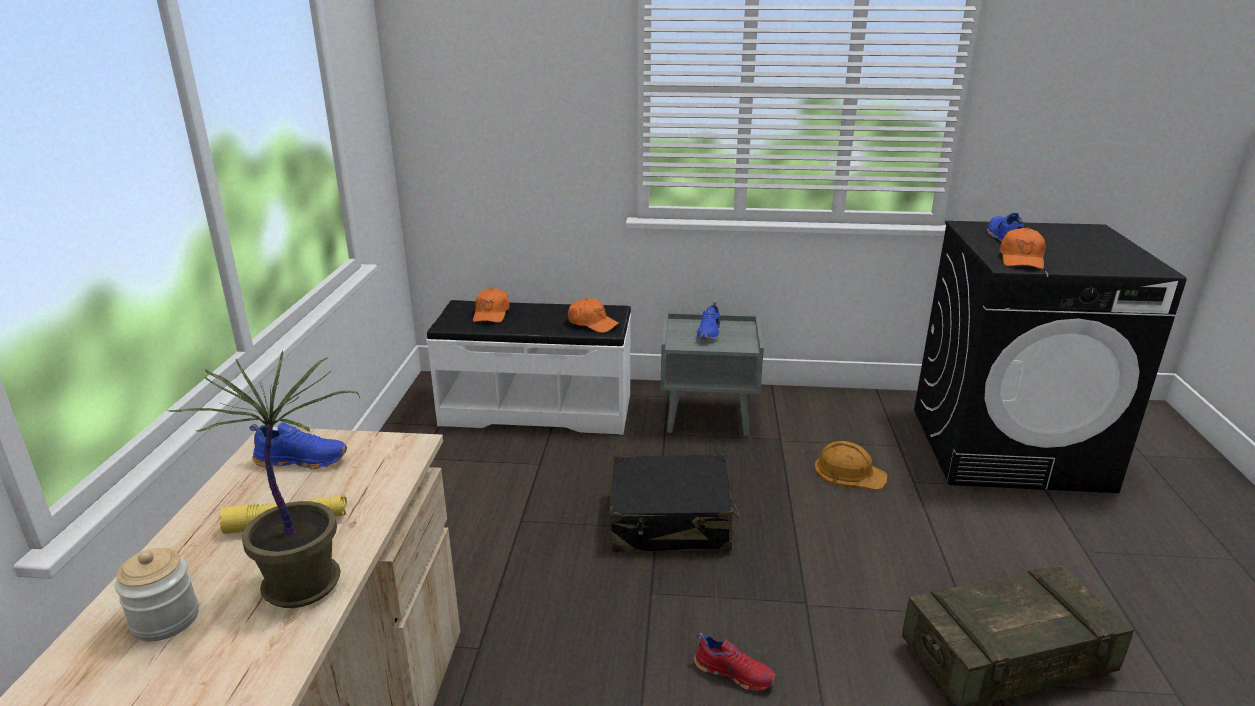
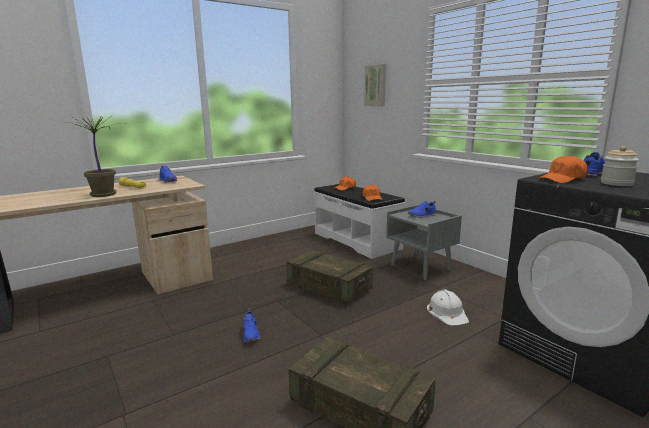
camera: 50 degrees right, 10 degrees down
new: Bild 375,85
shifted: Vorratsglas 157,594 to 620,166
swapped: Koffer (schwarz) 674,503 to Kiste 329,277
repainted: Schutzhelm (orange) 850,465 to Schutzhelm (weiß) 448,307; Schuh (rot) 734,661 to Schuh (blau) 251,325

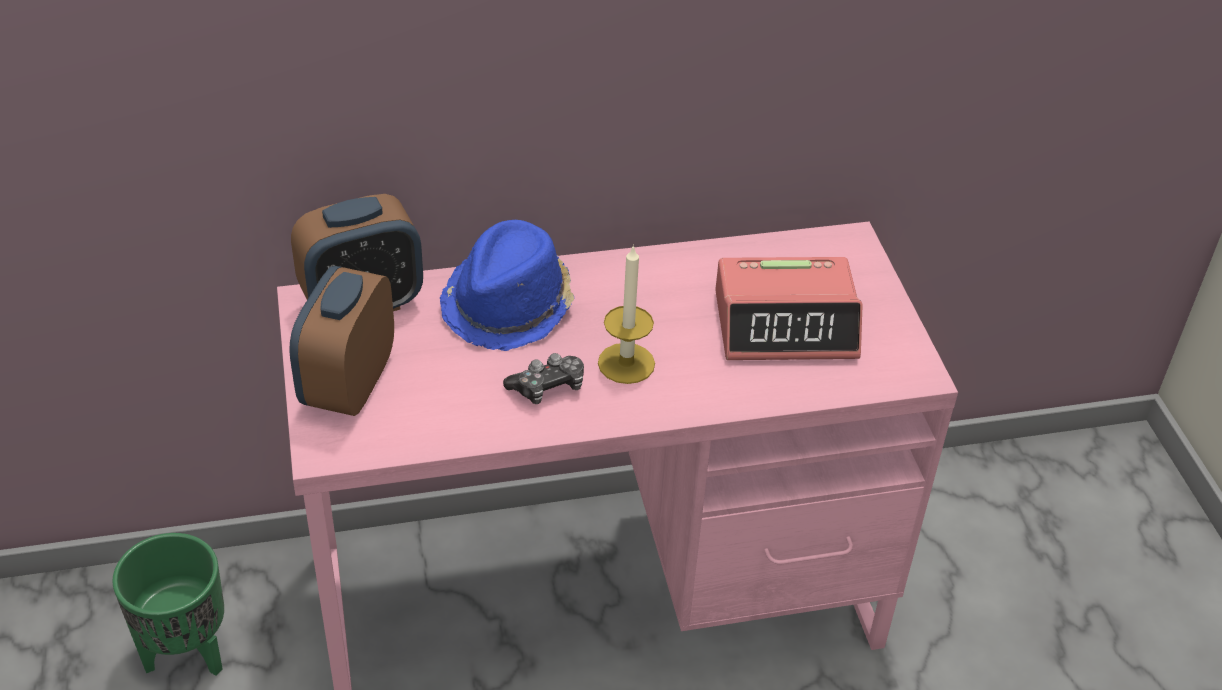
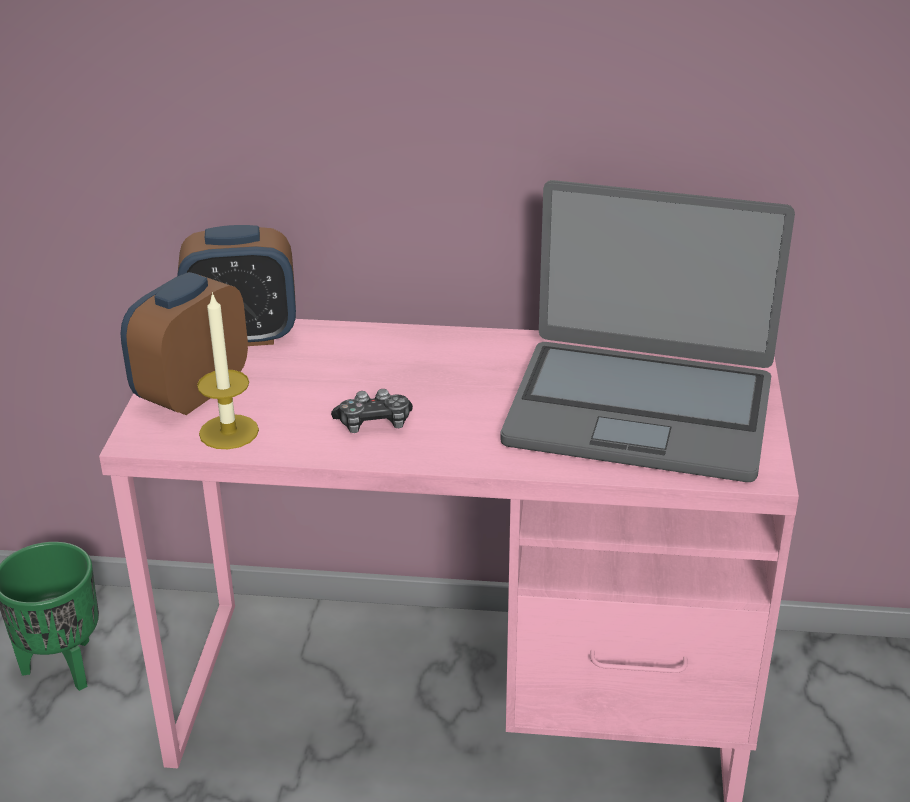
camera: 20 degrees right, 10 degrees down
gone: Hut (blau) 507,285
shifted: Kerze 626,314 to 228,370
swapped: Wecker 789,308 to Laptop 648,331

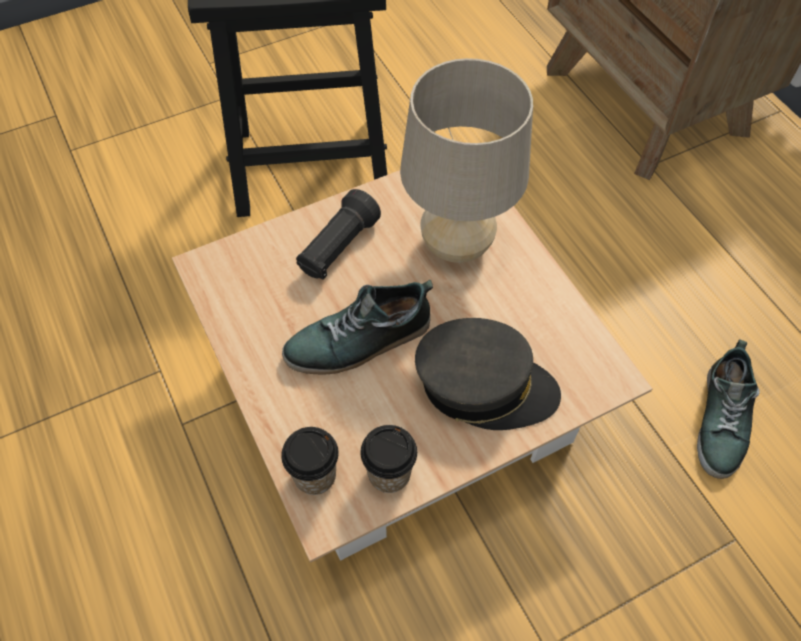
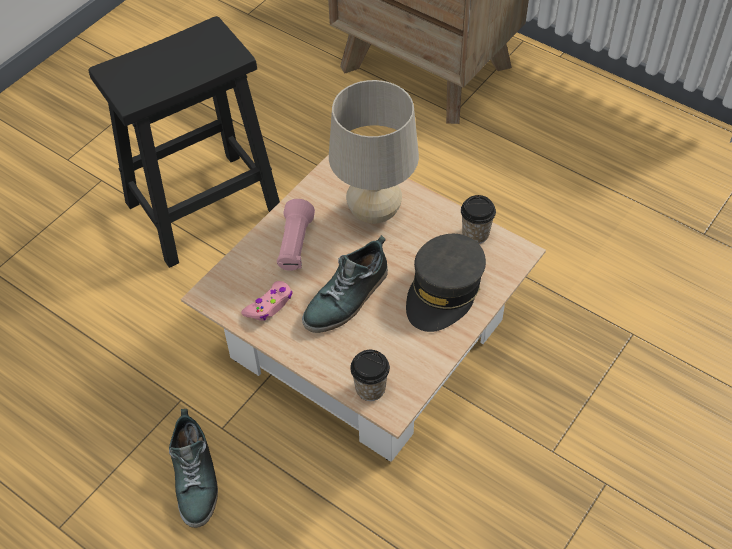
camera: 25 degrees left, 5 degrees down
new: Gamepad (rosa) 267,301
shifted: Schuh 728,409 to 193,468; Tasse 388,459 to 478,219
repainted: Taschenlampe (schwarz) 338,234 to Taschenlampe (rosa) 296,235
rotated: Kappe (grau) 488,374 = 446,283 135 degrees clockwise

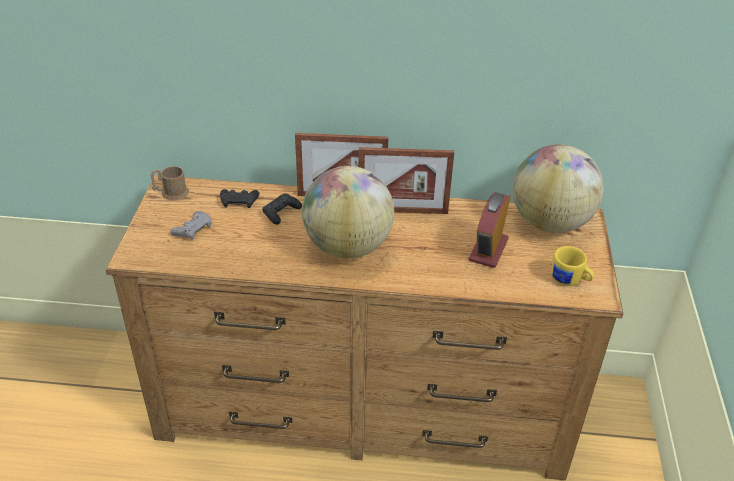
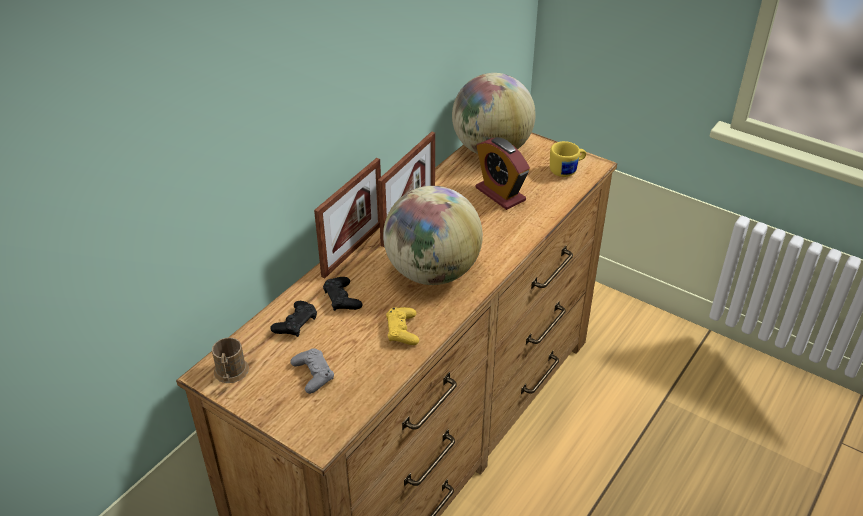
camera: 60 degrees left, 0 degrees up
new: Gamepad (gelb) 402,326

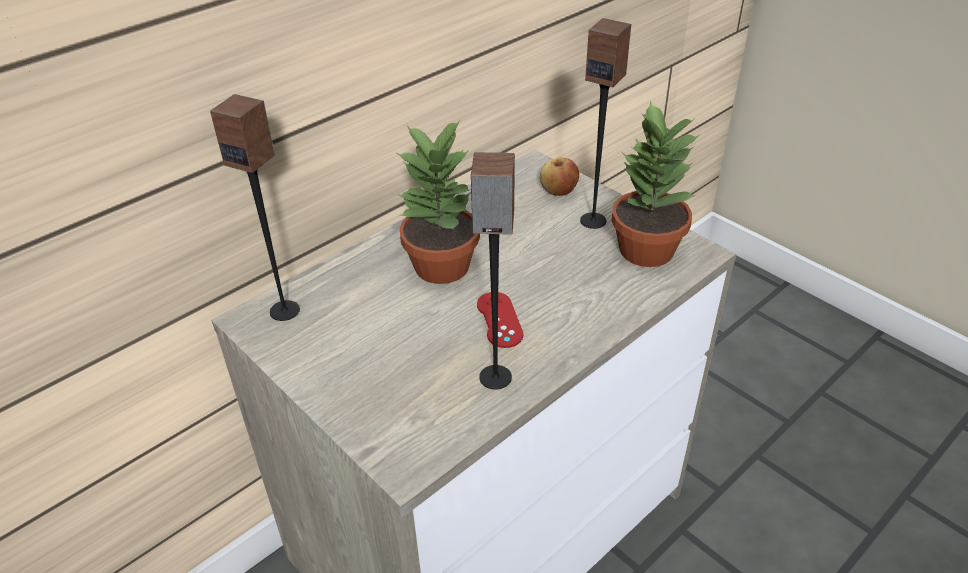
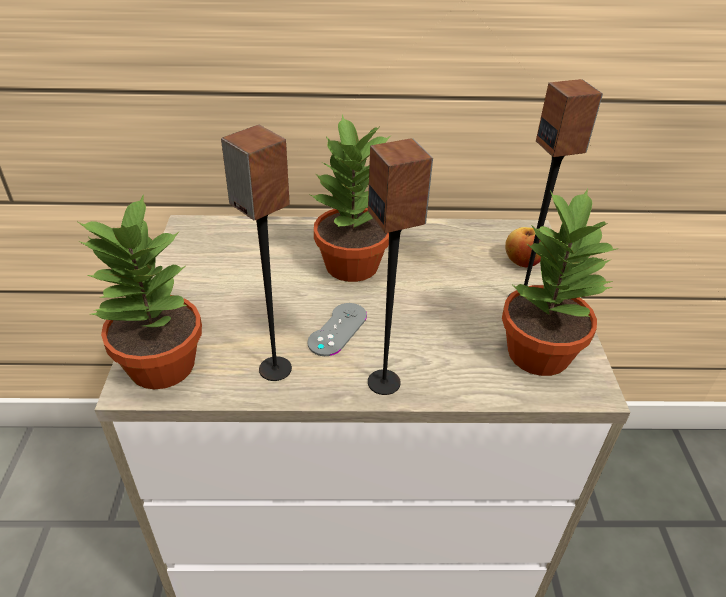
camera: 40 degrees right, 0 degrees up
new: Topfpflanze 140,291
shifted: Lautsprecher 255,207 to 400,267
repainted: Gamepad (rot) 500,320 to Gamepad (grau) 337,329

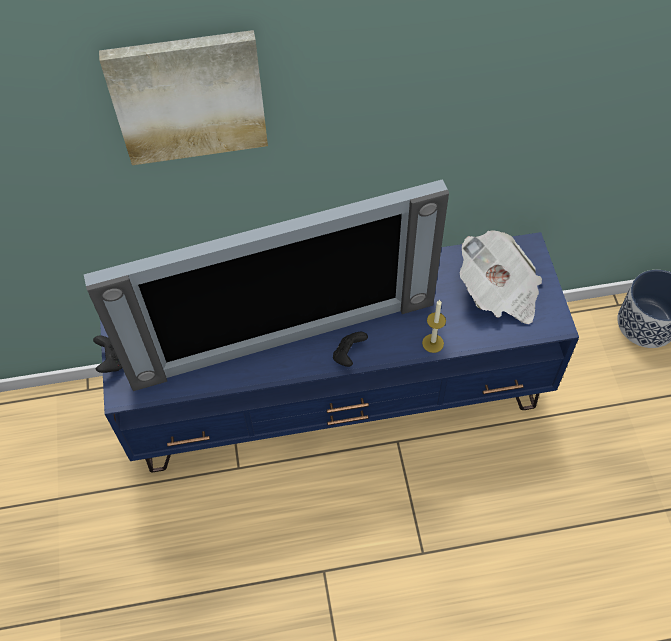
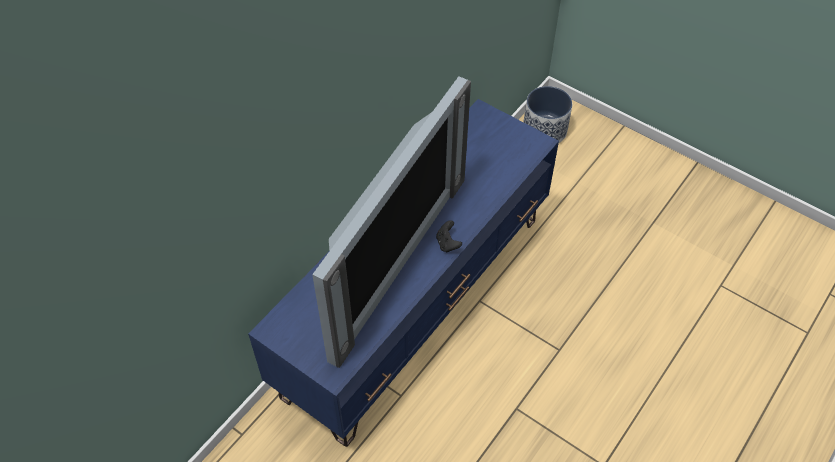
camera: 45 degrees left, 5 degrees down
gone: Bild 183,97; Zeitung 500,277; Kerze 434,326; Gamepad (schwarz) 107,354

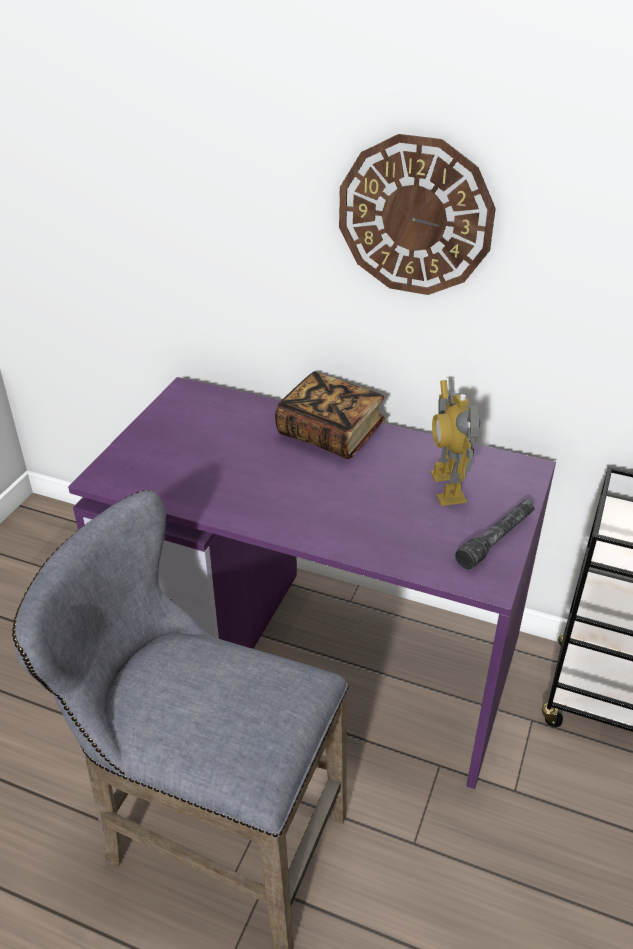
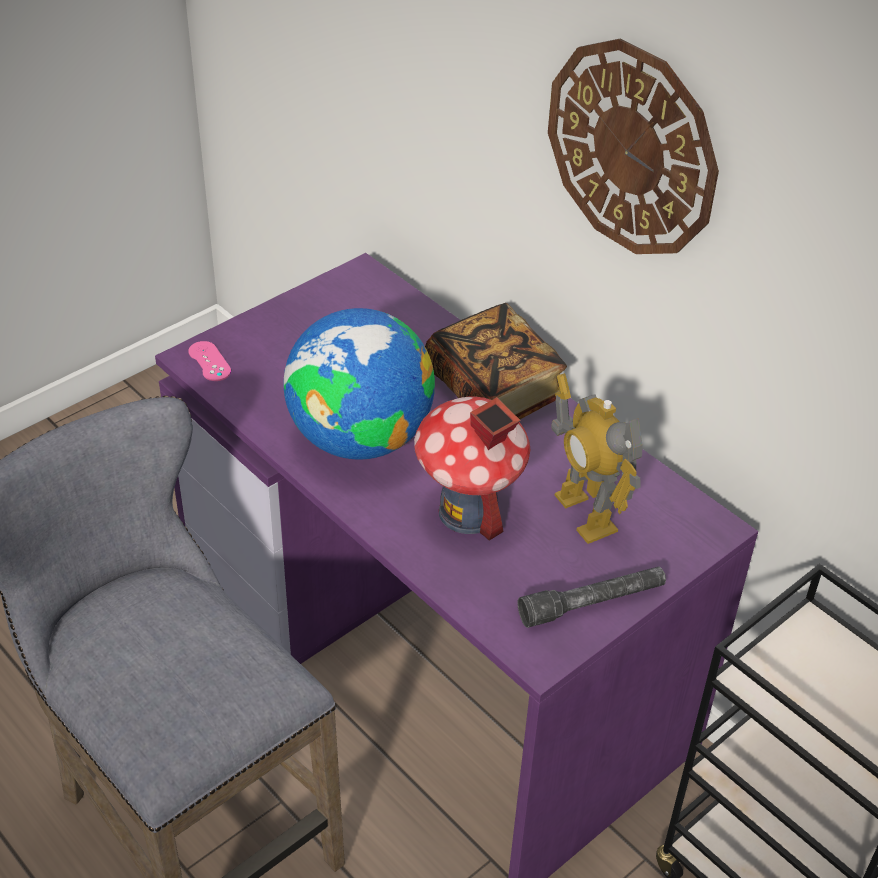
camera: 25 degrees right, 5 degrees up
new: Globus 359,384; Gamepad (rosa) 209,361; Spielzeughaus 472,469
rotated: Spielzeugroboter 455,443 = 597,458 45 degrees counterclockwise

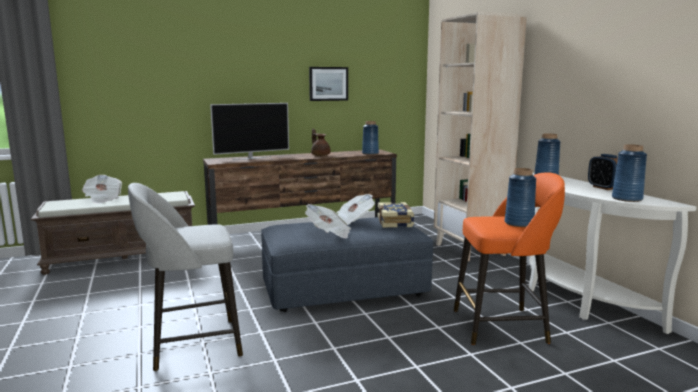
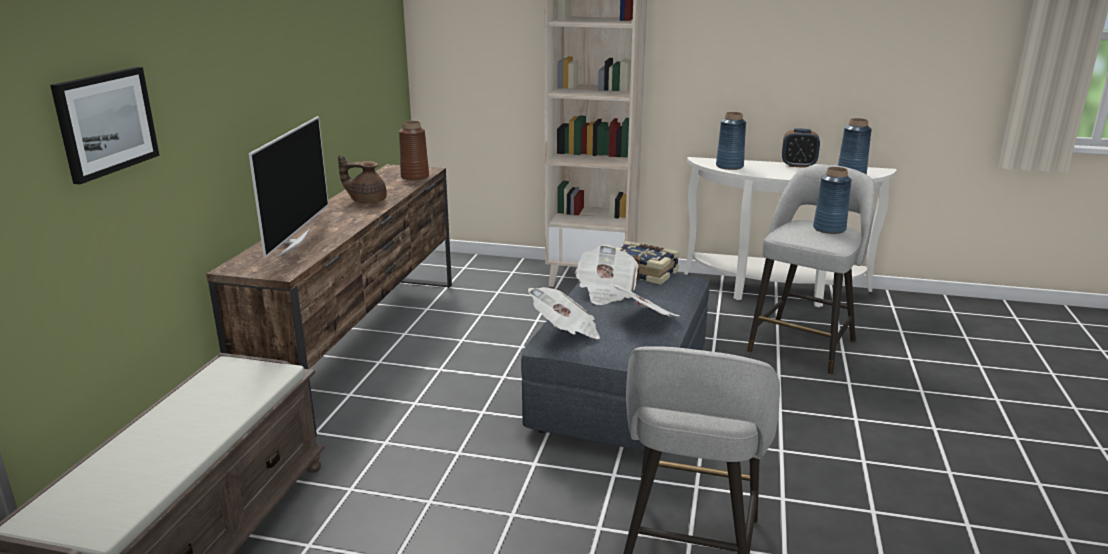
camera: 55 degrees left, 10 degrees up
shifted: Bild 328,84 to 105,125; Zeitung 102,189 to 564,313
repainted: Vase (blau) 370,138 to Vase (braun) 414,151; Hocker (orange) 509,258 to Hocker (grau) 811,270

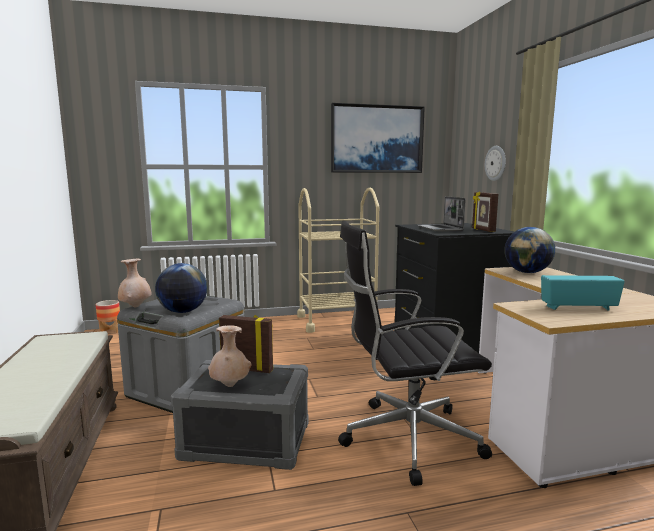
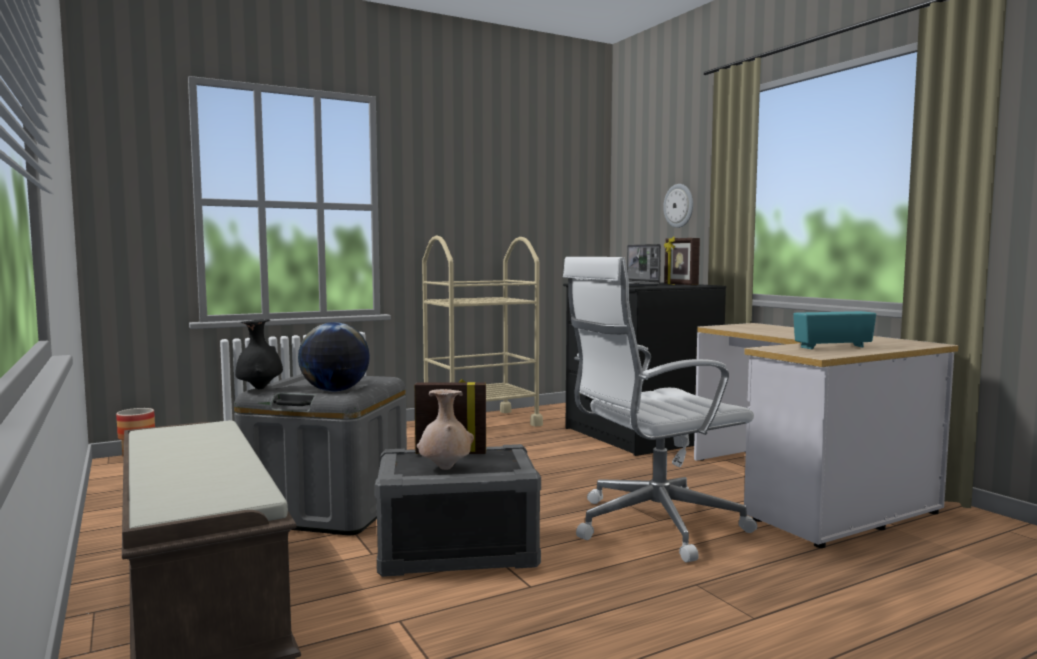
camera: 15 degrees left, 5 degrees down
gone: Bild 378,138; Globus 529,250
repainted: Bürostuhl (schwarz) 415,353 to Bürostuhl (weiß) 660,410; Vase (beige) 135,282 to Vase (schwarz) 259,354

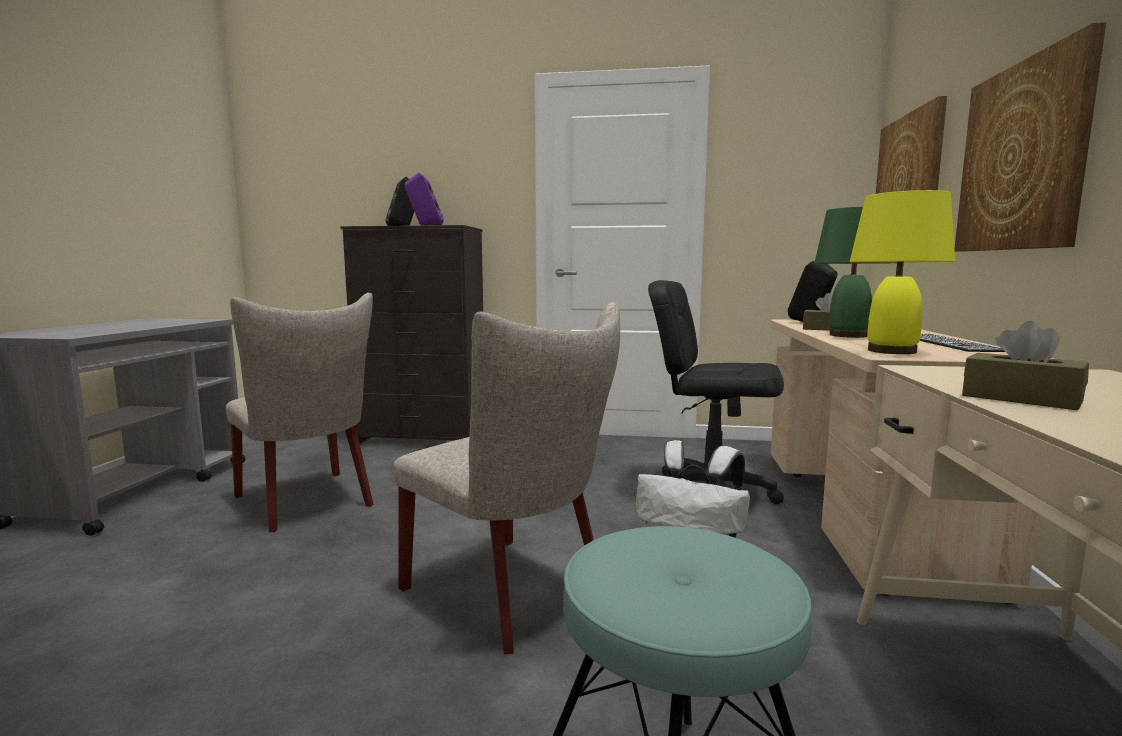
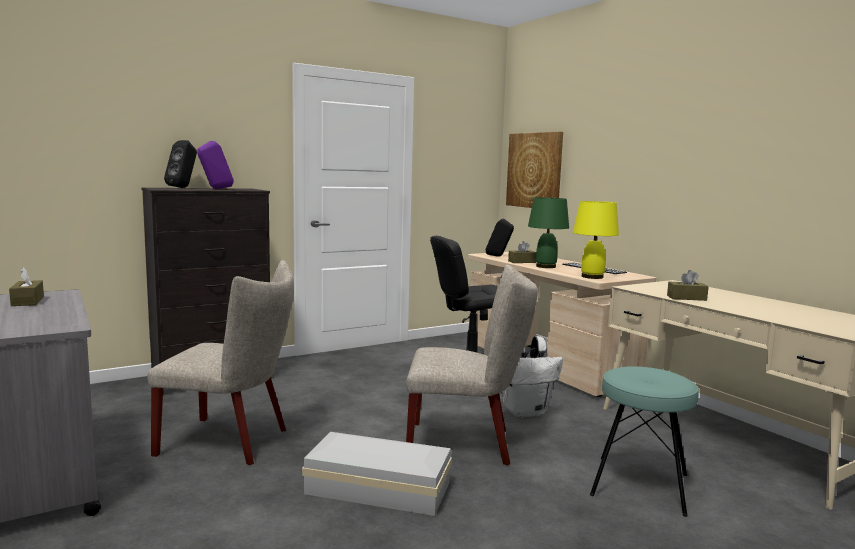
camera: 40 degrees left, 0 degrees up
gone: Bild 1030,137
new: Taschentuchbox (braun) 26,286; Aufbewahrungsbox (weiß) 377,474

